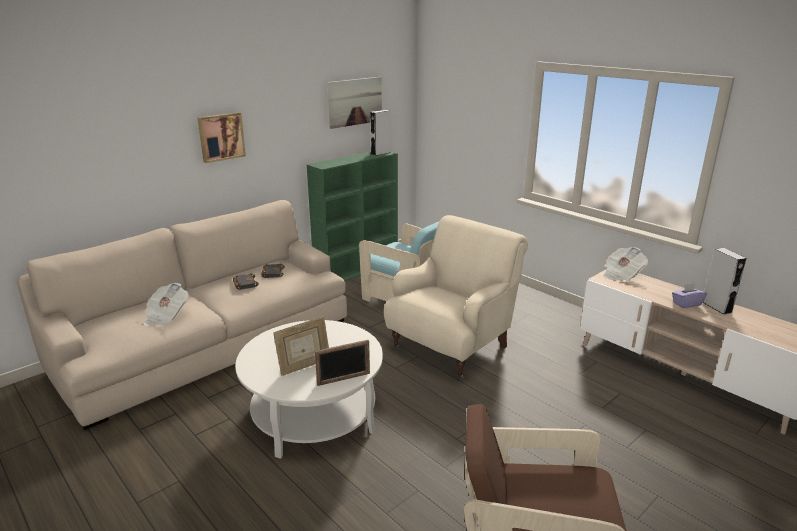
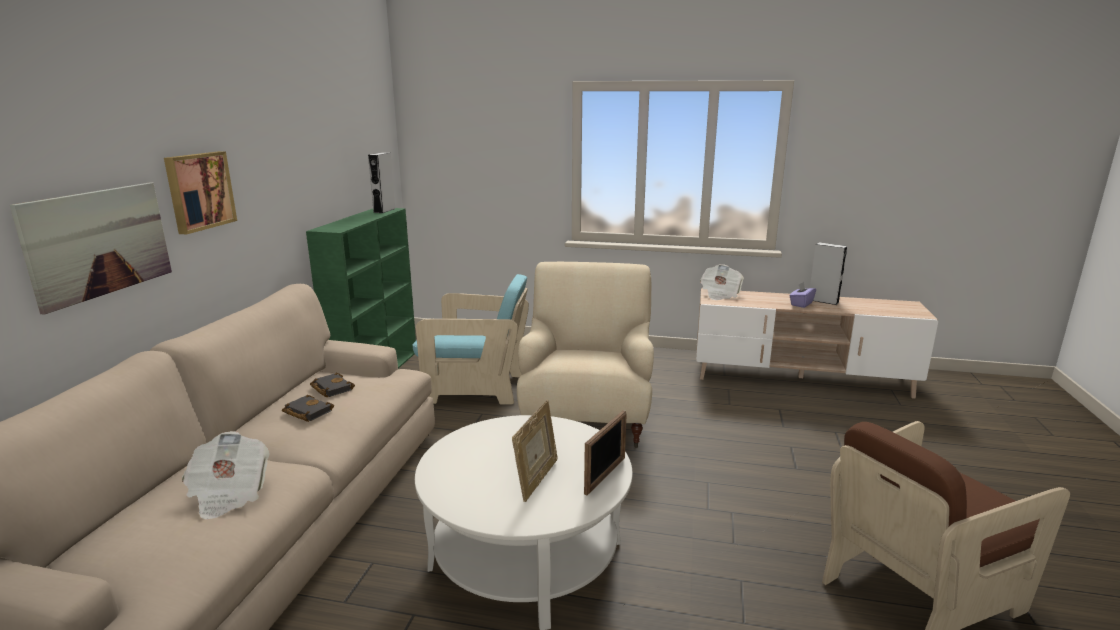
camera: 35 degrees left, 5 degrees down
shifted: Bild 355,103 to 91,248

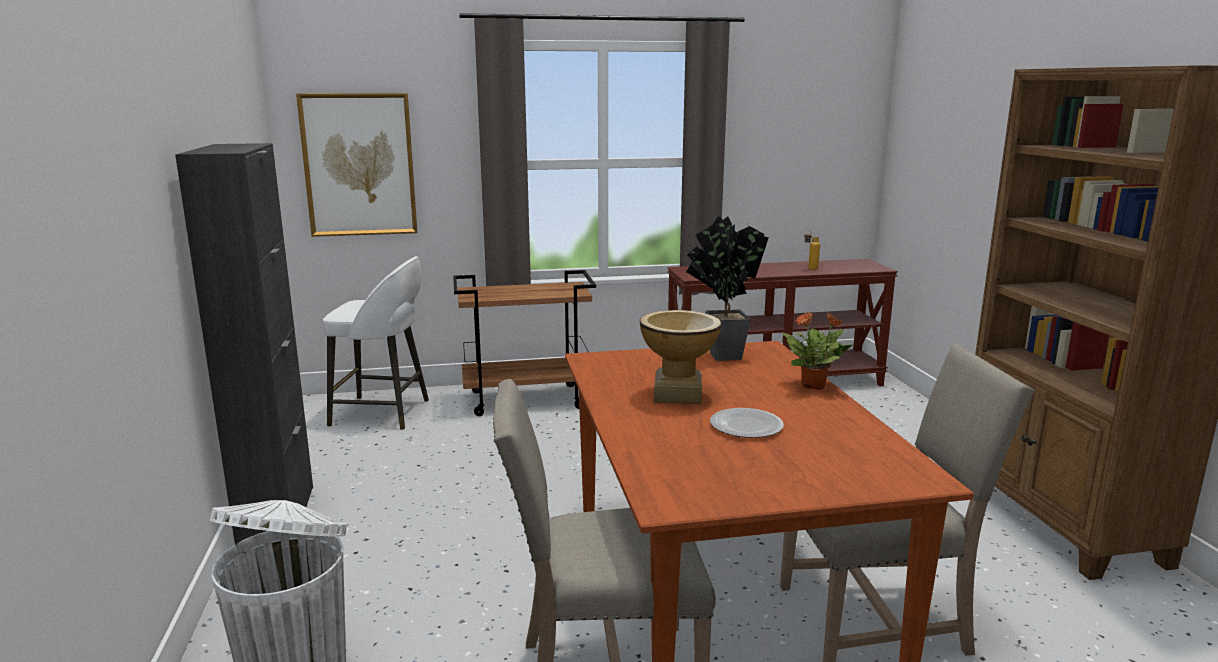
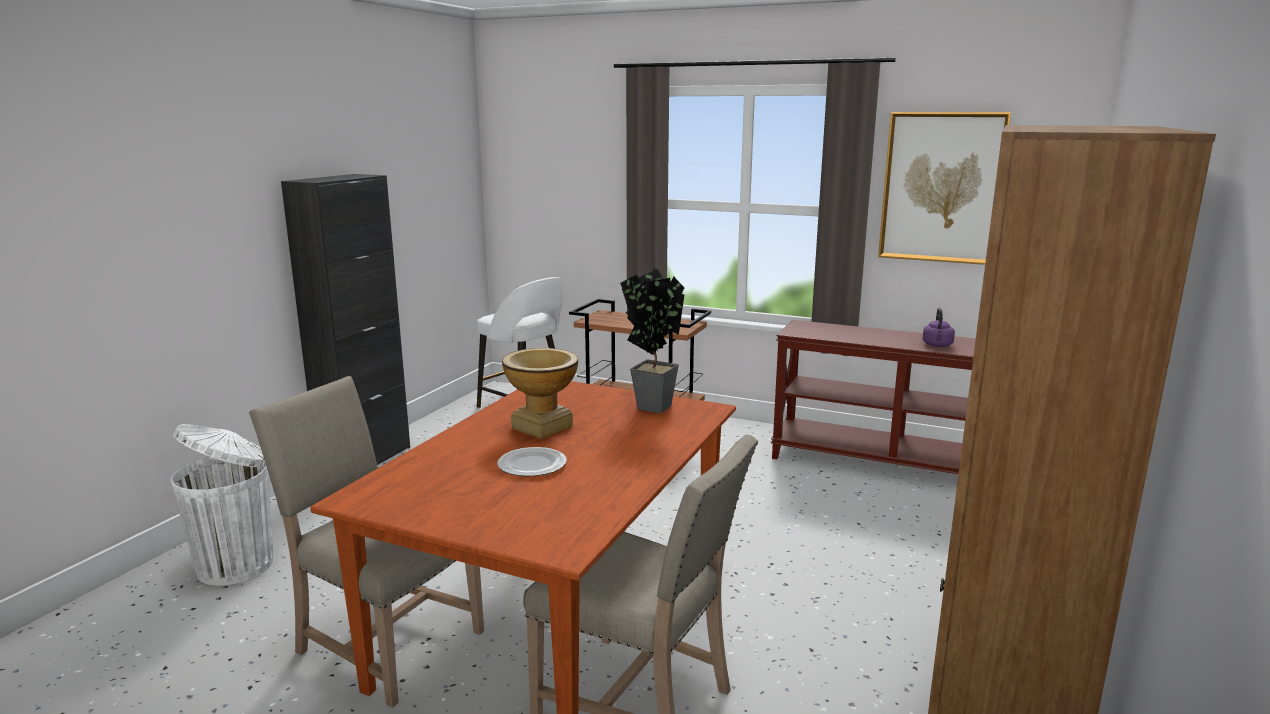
camera: 35 degrees right, 0 degrees up
gone: Topfpflanze 817,351
shifted: Bild 356,165 to 944,188
swapped: Flasche 812,250 to Wasserkessel (lila) 939,327

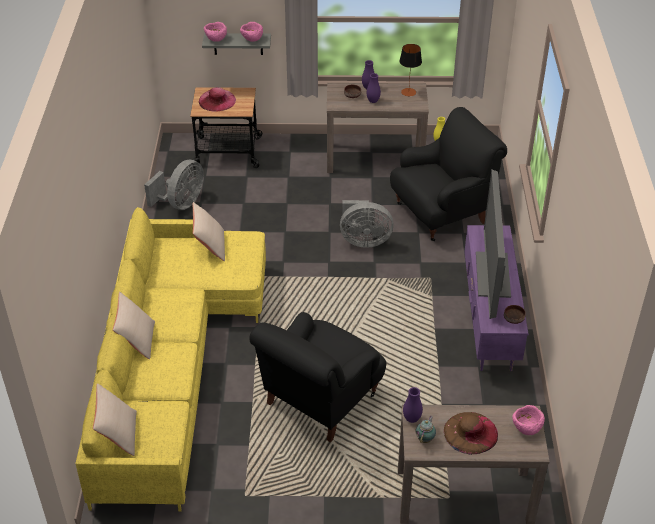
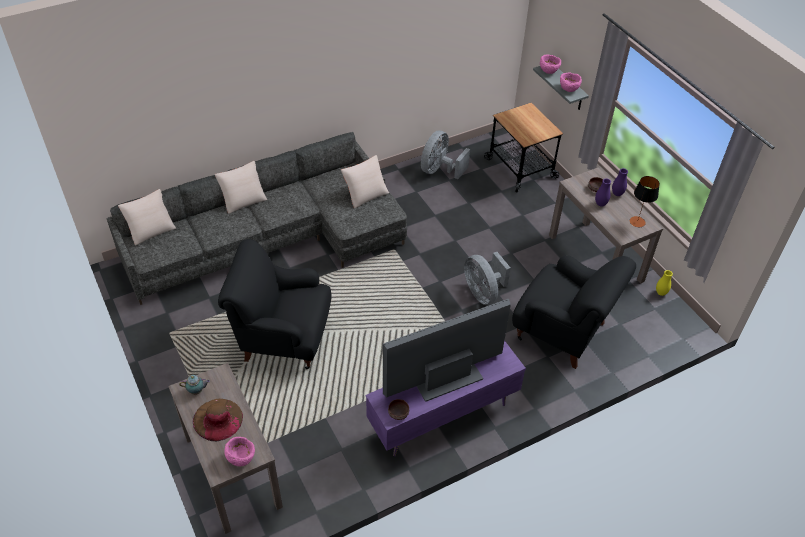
camera: 60 degrees right, 5 degrees up
gone: Hut (rosa) 217,99; Vase (lila) 413,405
repainted: Sofa (gelb) 171,359 to Sofa (grau) 257,218
rotated: Ventilator (grau) 174,185 = 445,155 120 degrees clockwise

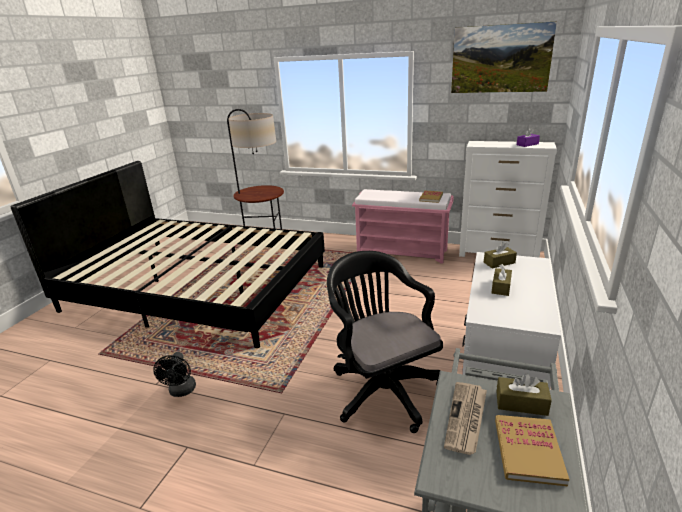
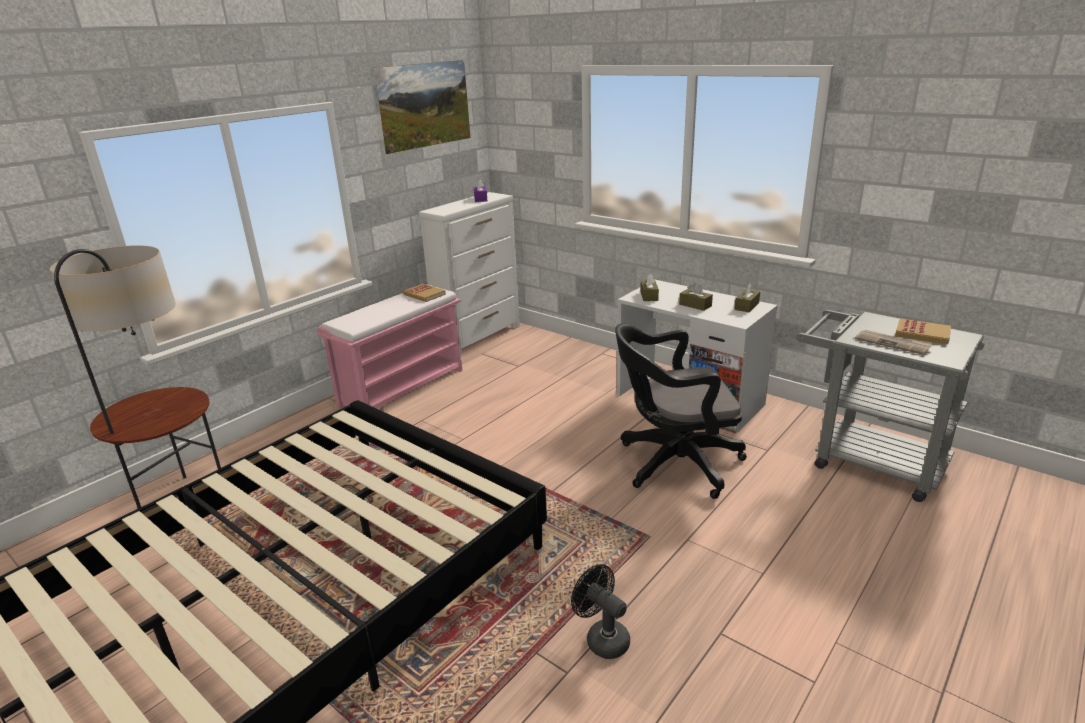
camera: 70 degrees left, 0 degrees up
shifted: Taschentuchbox (braun) 524,395 to 747,297
rotated: Ventilator (schwarz) 174,374 = 600,611 150 degrees counterclockwise

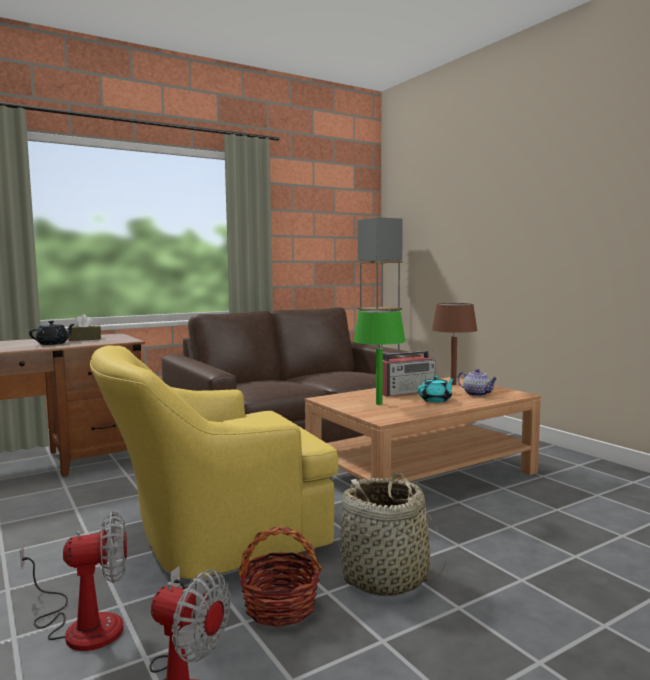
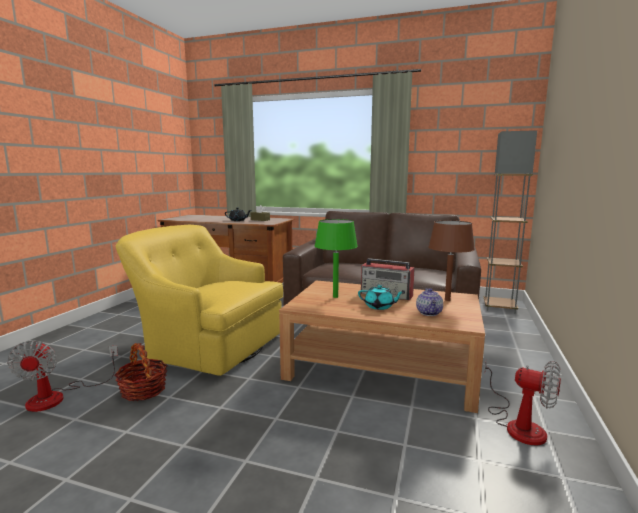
camera: 50 degrees right, 5 degrees up
gone: Korb 392,534
shifted: Ventilator 73,581 to 522,403

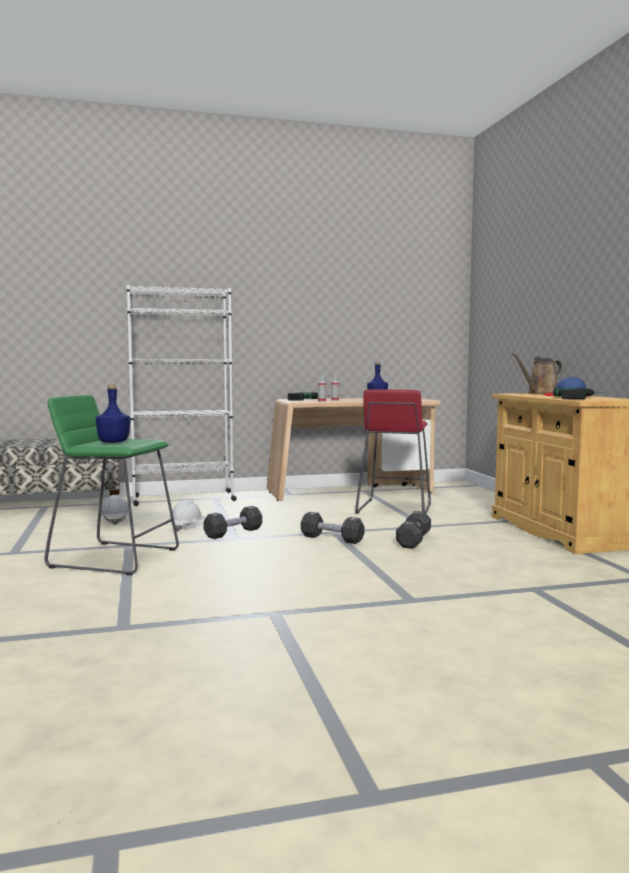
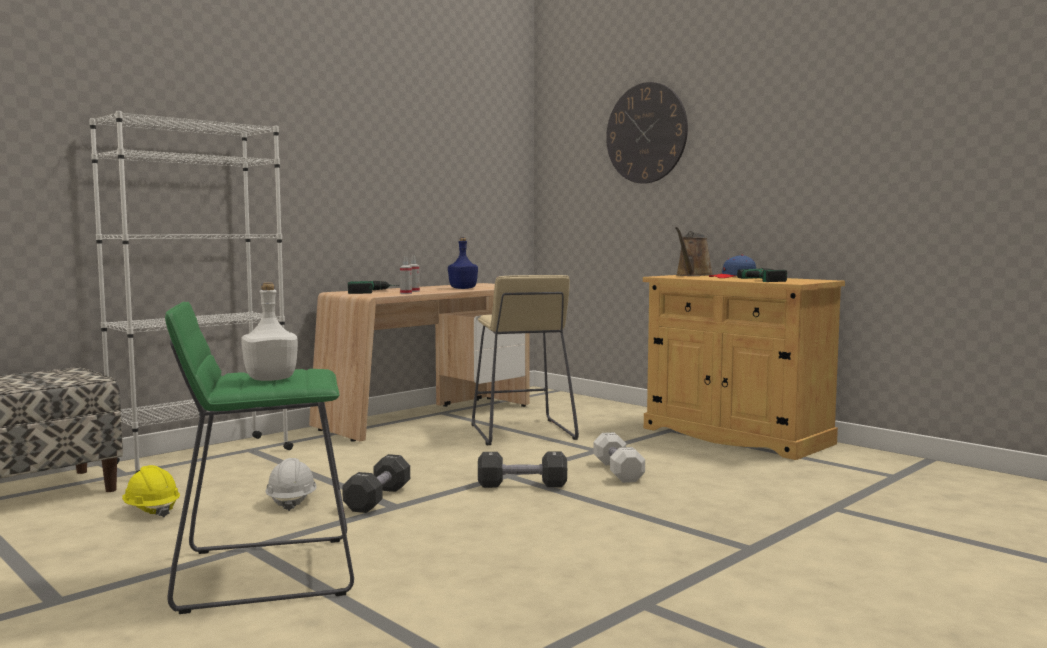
camera: 30 degrees left, 0 degrees up
new: Wanduhr 647,133
repainted: Flasche (blau) 113,413 to Flasche (weiß) 270,331; Hocker (rot) 393,451 to Hocker (beige) 525,360; Schutzhelm (weiß) 115,510 to Schutzhelm (gelb) 151,491; Hantel (schwarz) 413,530 to Hantel (weiß) 619,457

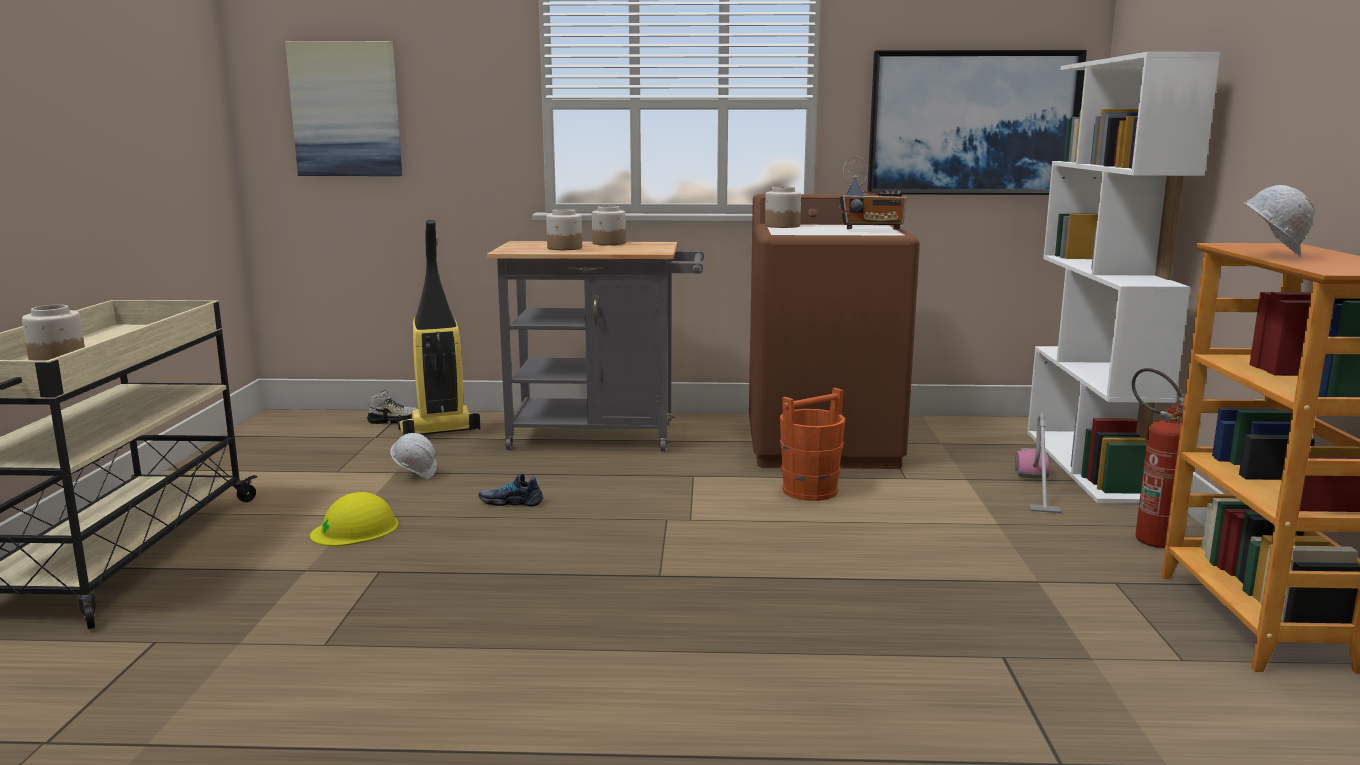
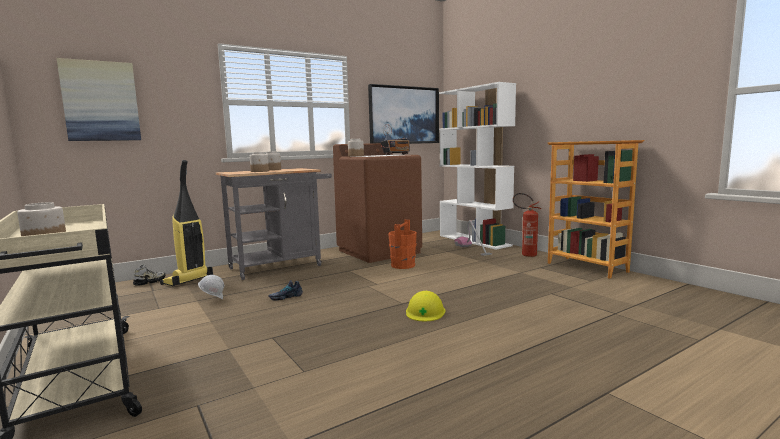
camera: 35 degrees left, 5 degrees down
gone: Schutzhelm (weiß) 1279,221
shifted: Schutzhelm (gelb) 354,519 to 425,306

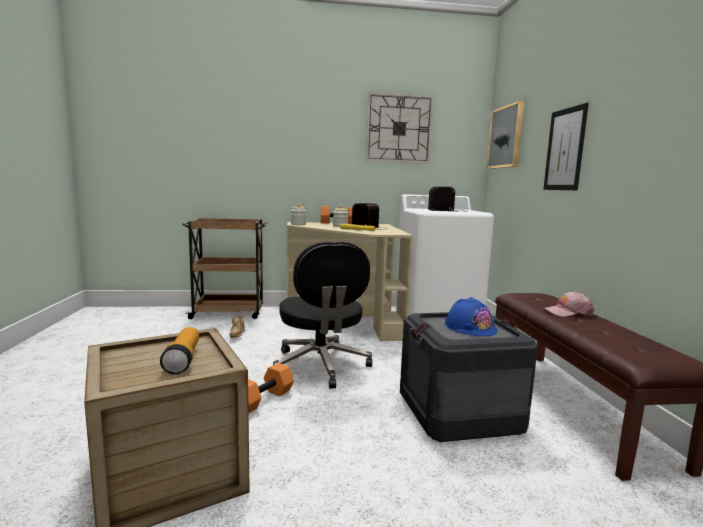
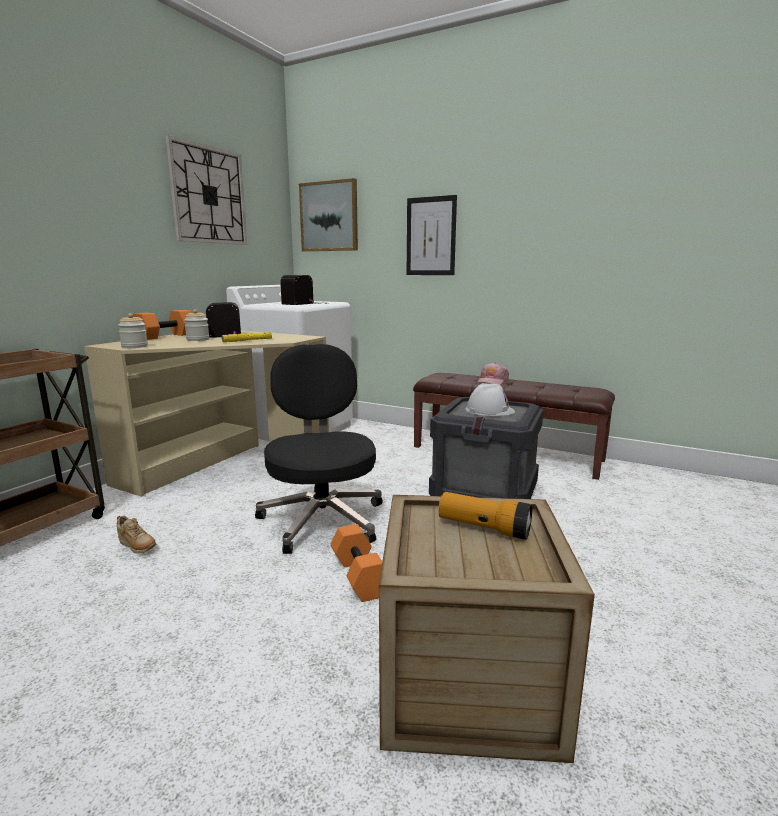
camera: 55 degrees left, 5 degrees up
repainted: Schutzhelm (blau) 471,317 to Schutzhelm (weiß) 490,399
rotated: Bürostuhl (schwarz) 322,315 = 319,449 120 degrees counterclockwise

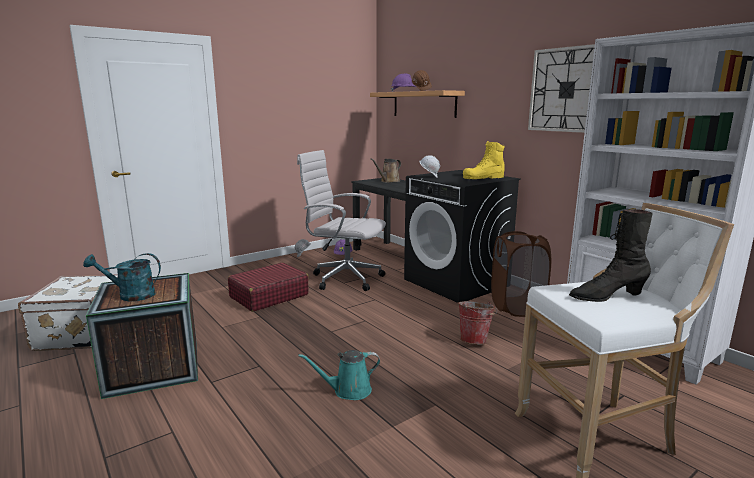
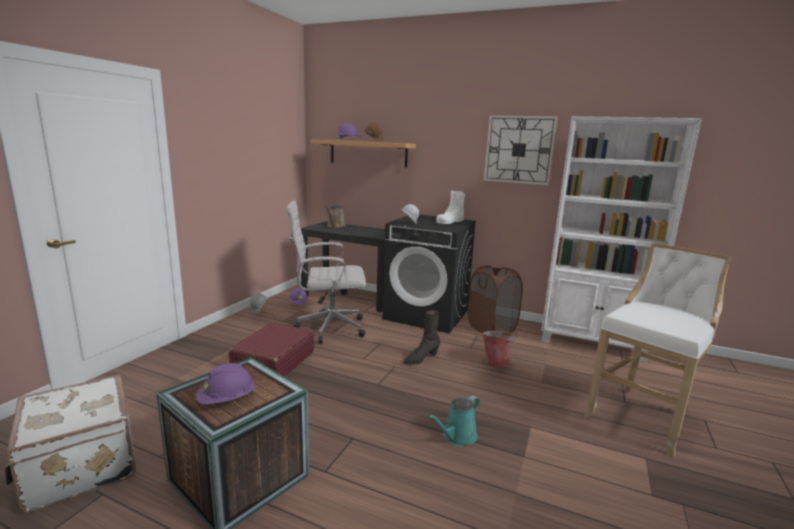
camera: 30 degrees left, 0 degrees up
shifted: Stiefel (schwarz) 611,255 to 421,337
swapped: Gießkanne (türkis) 122,277 to Schutzhelm (lila) 225,384
repainted: Stiefel (gelb) 484,160 to Stiefel (weiß) 450,207

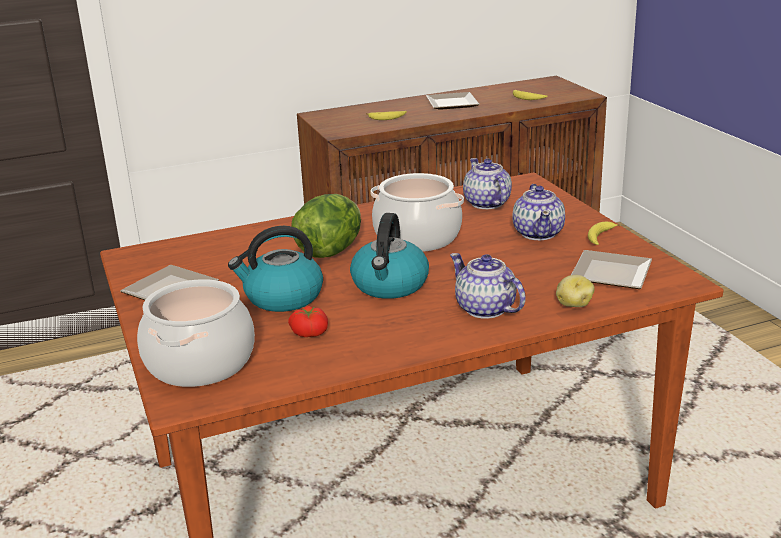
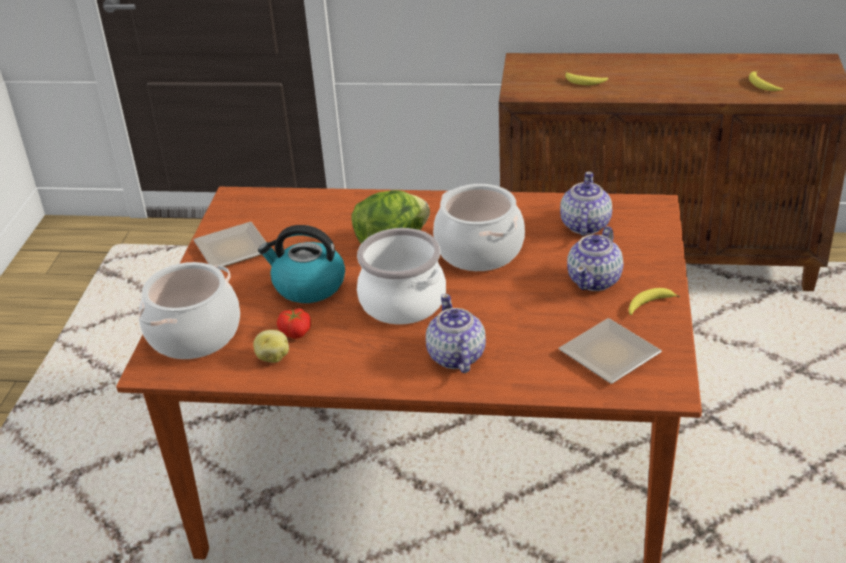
camera: 30 degrees right, 10 degrees up
gone: Teller 453,101
shifted: Kartoffel 575,291 to 271,346
swapped: Wasserkessel 389,256 to Kochtopf 401,276

